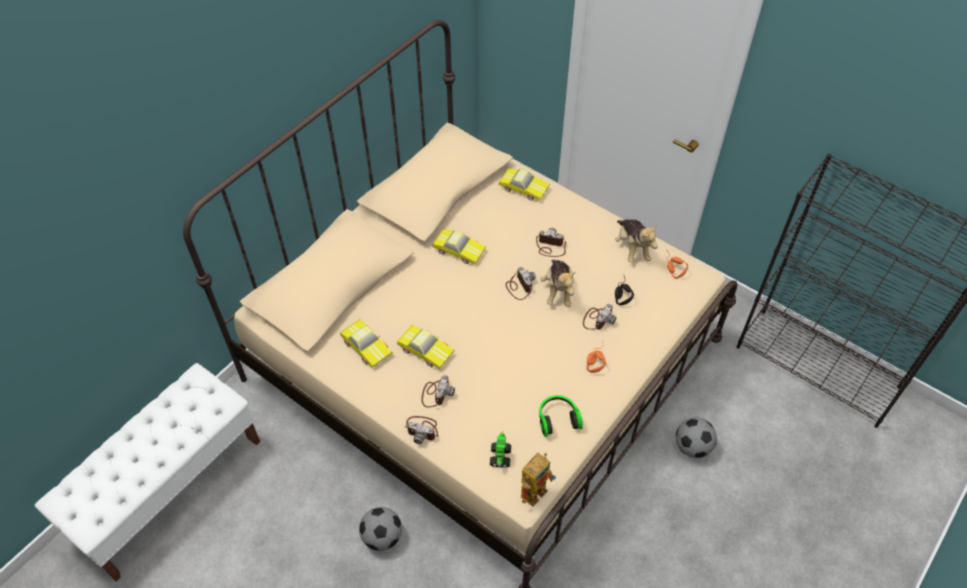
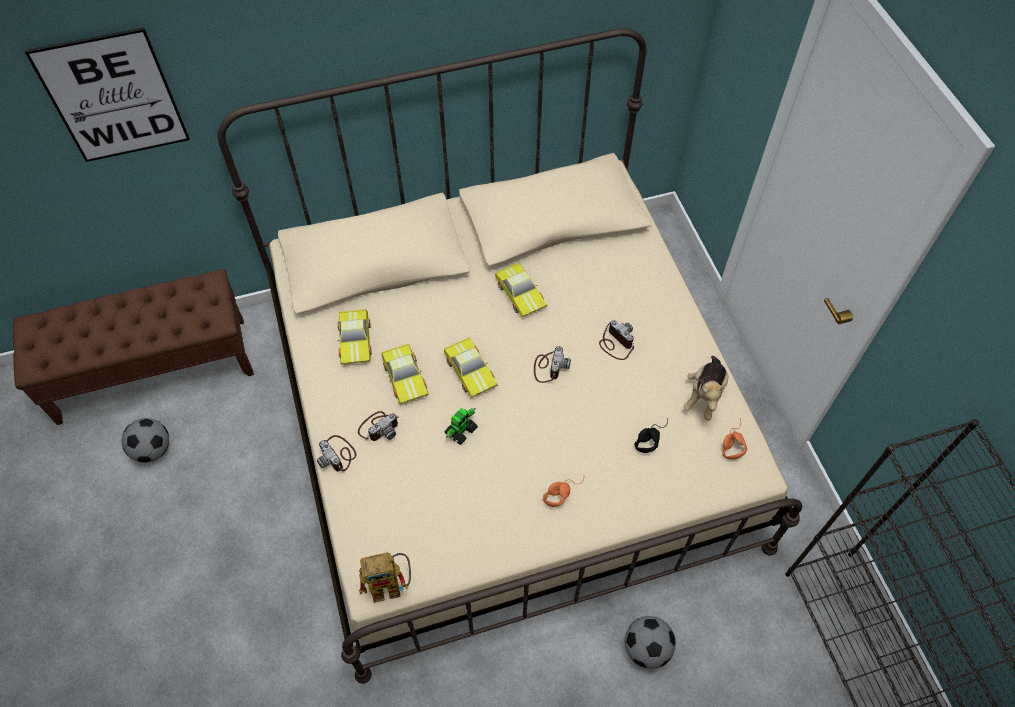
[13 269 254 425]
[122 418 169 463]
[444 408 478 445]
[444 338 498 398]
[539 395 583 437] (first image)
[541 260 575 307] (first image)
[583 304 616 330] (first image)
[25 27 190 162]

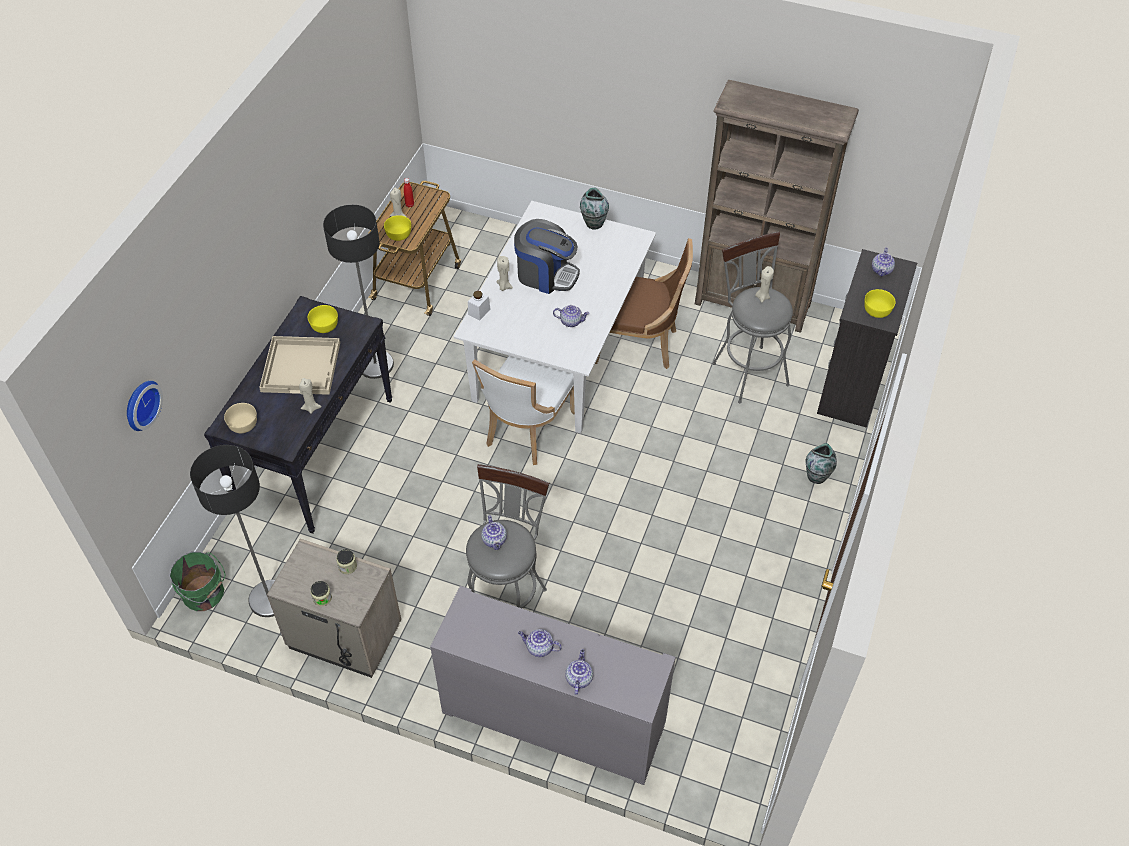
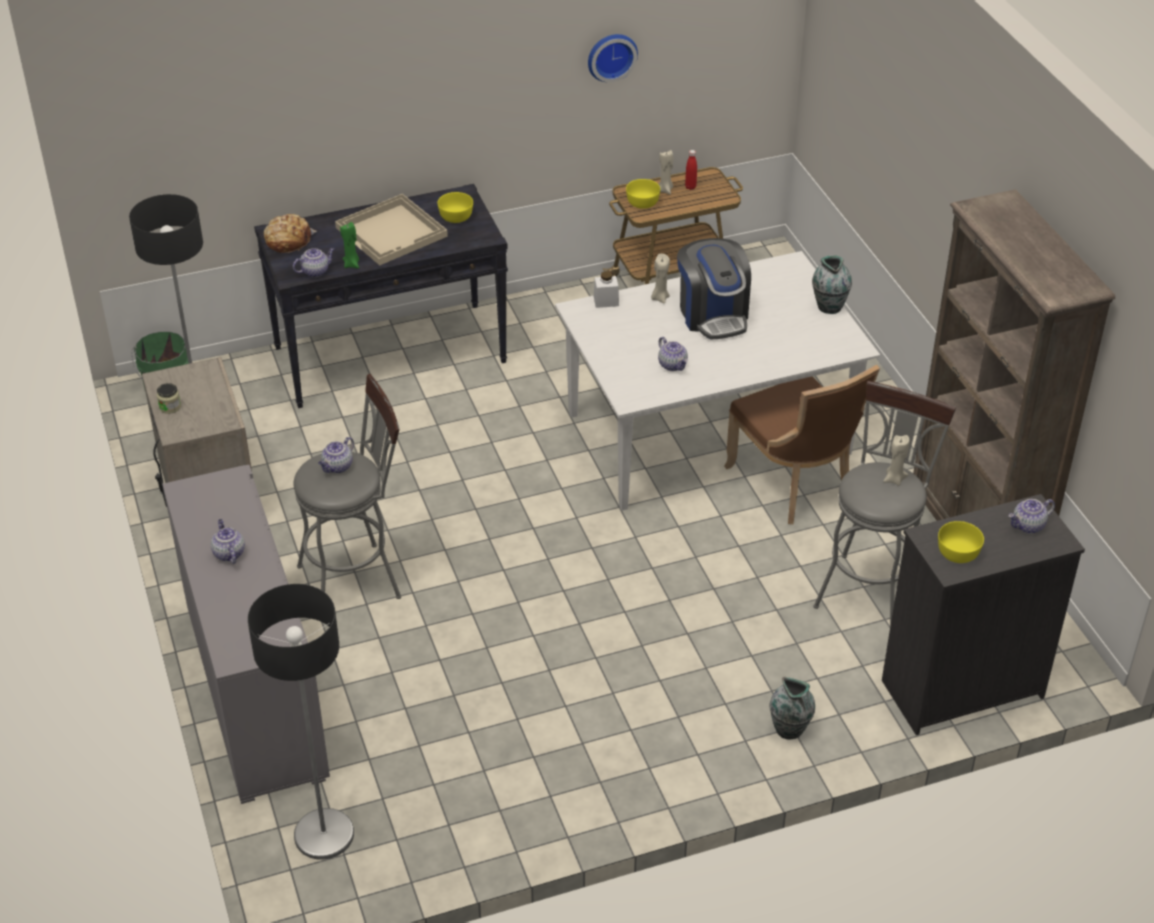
[588 34 638 82]
[264 214 317 253]
[340 222 359 269]
[248 584 354 860]
[336 549 357 574] (first image)
[472 356 575 465] (first image)
[293 248 335 277]

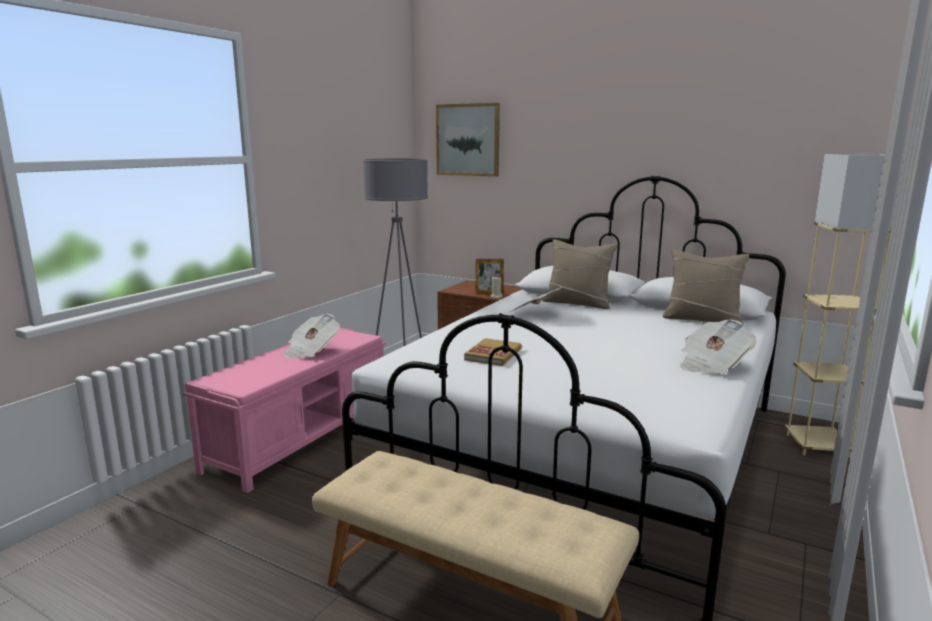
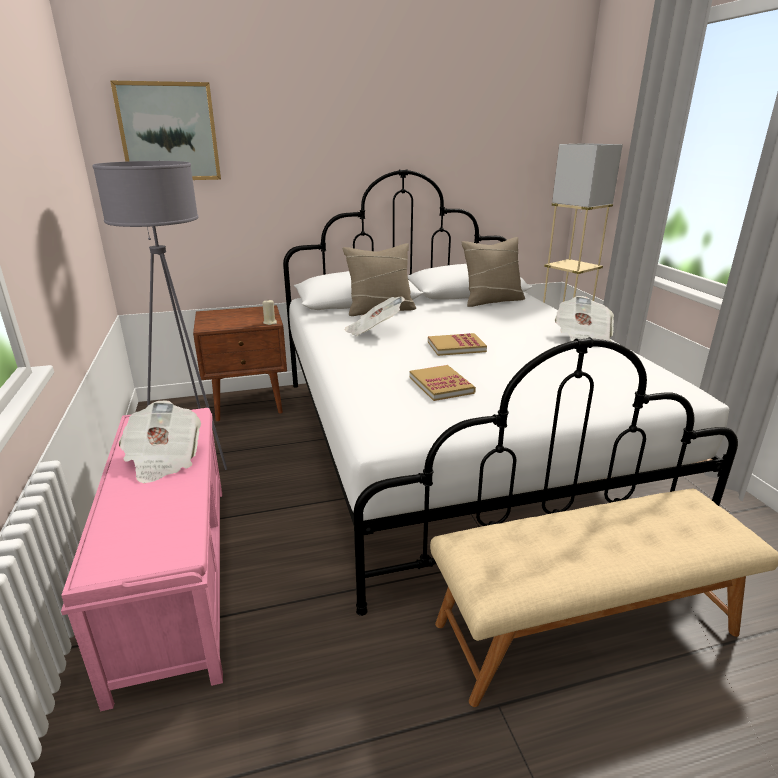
[476 259 504 294] (first image)
[428 333 487 356]

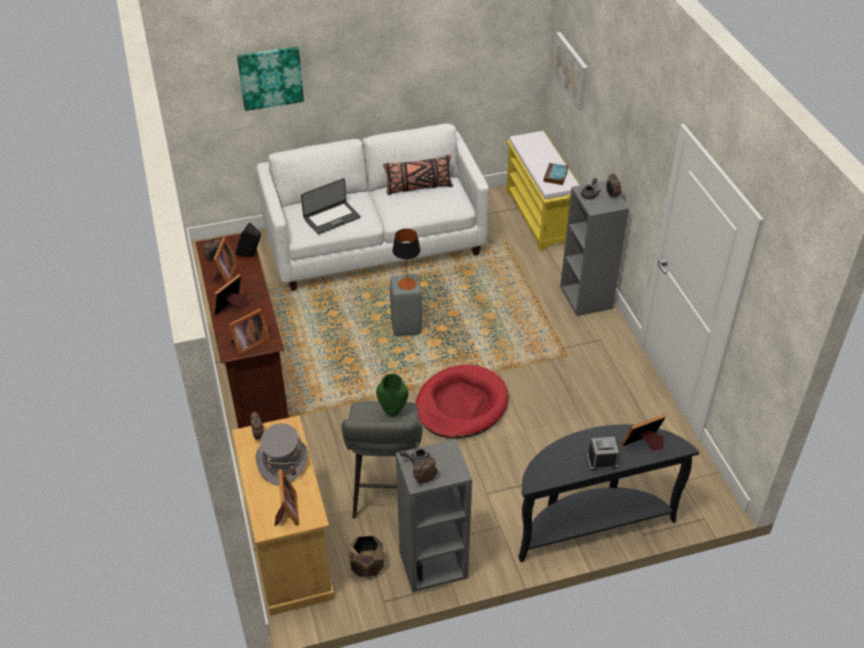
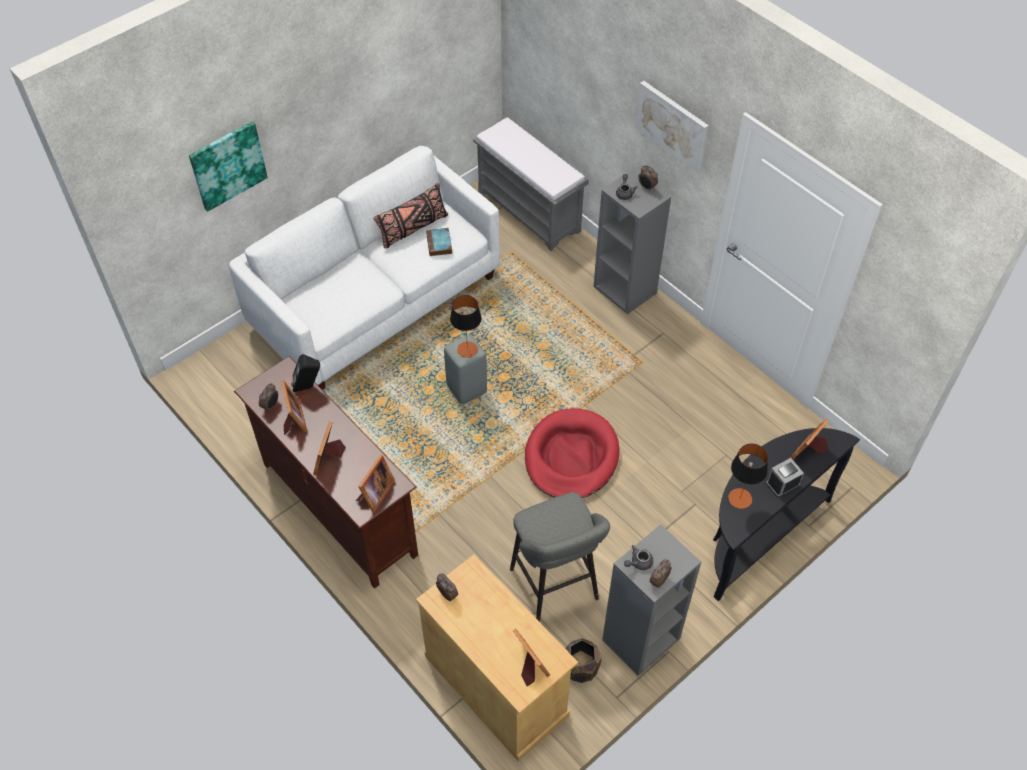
[256 423 308 486] (first image)
[301 178 361 235] (first image)
[376 374 408 417] (first image)
[473 117 589 251]
[426 228 452 256]
[635 81 709 172]
[728 444 768 509]

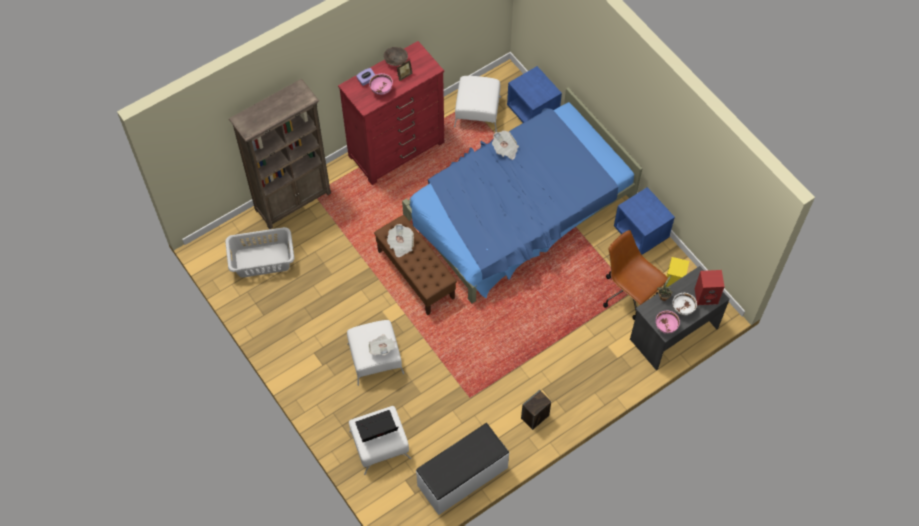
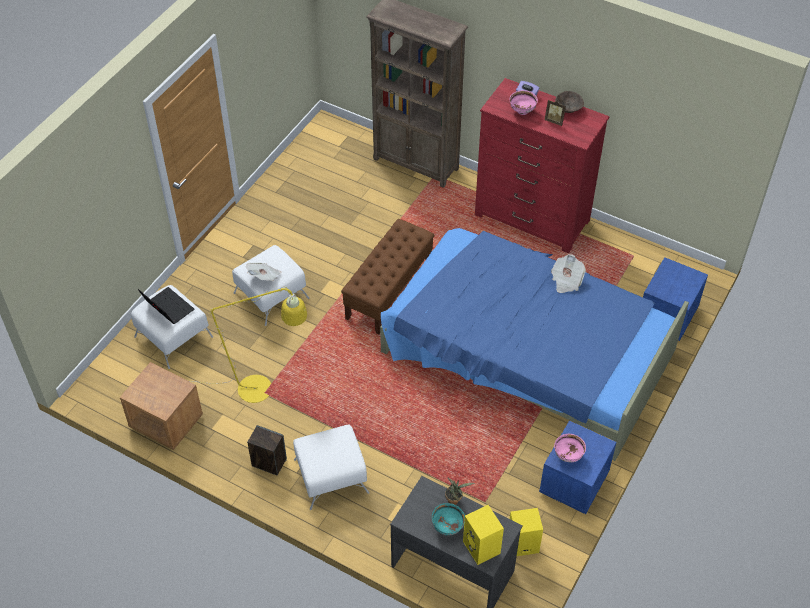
[225 227 294 278] (first image)
[387 224 414 258] (first image)
[120 362 203 450]
[293 425 370 510]
[603 230 668 320] (first image)
[554 434 586 462]
[432 503 465 535]
[463 505 504 565]
[190 286 307 403]

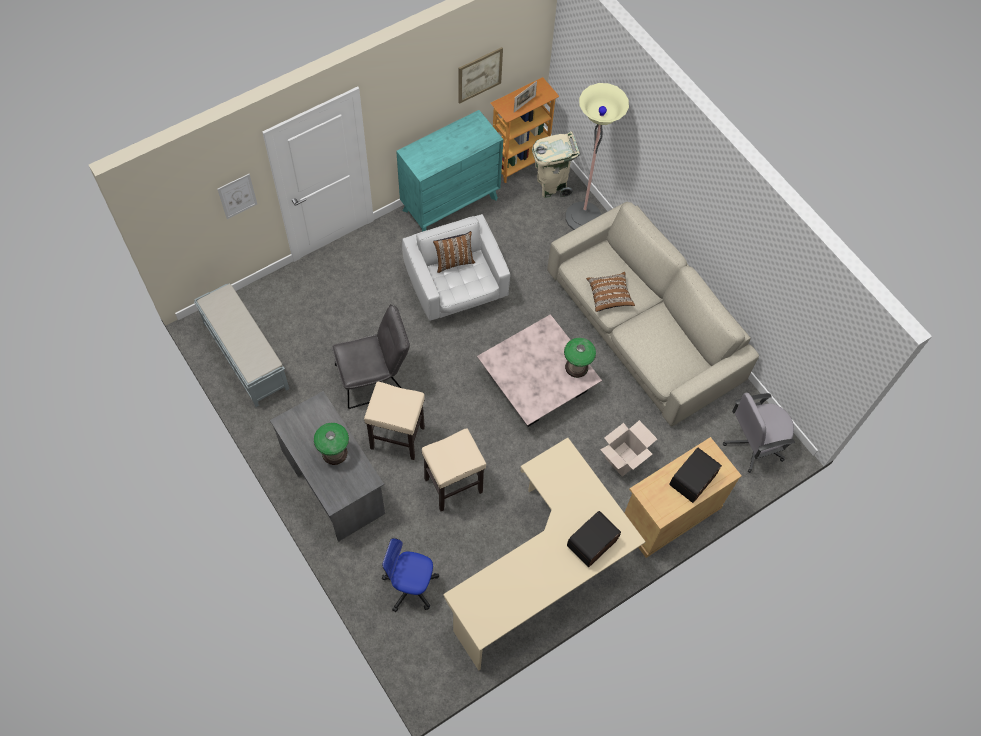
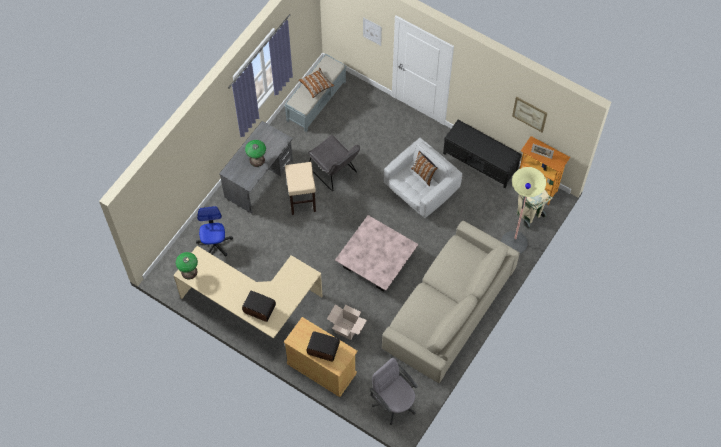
[443 120 522 188]
[422 428 486 511] (first image)
[176 252 198 279]
[299 68 335 98]

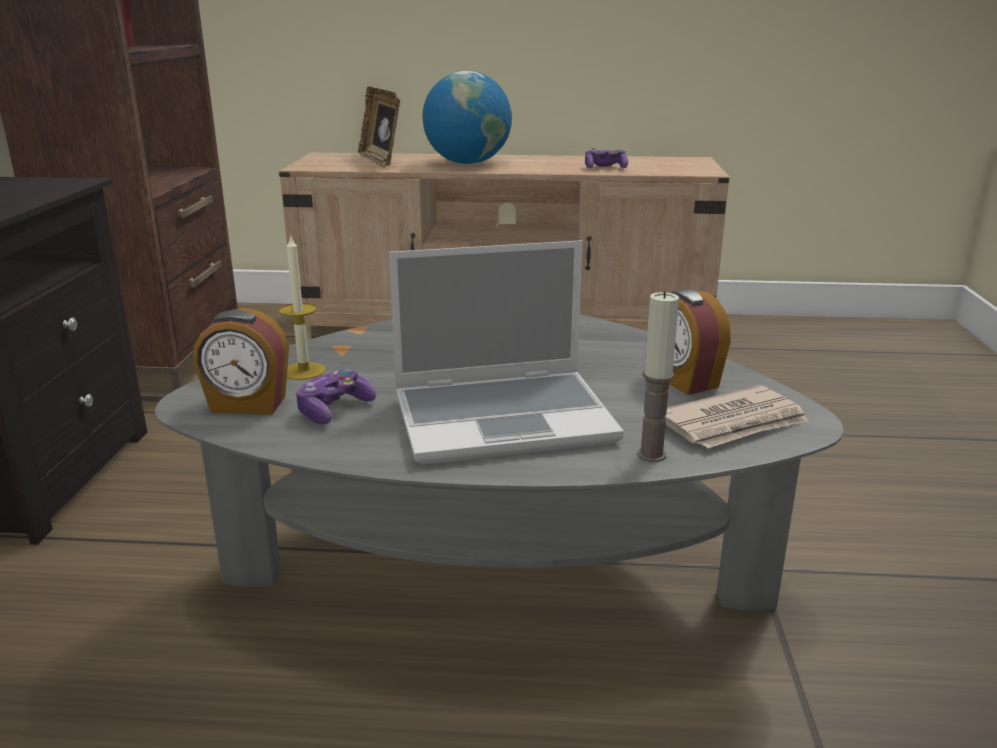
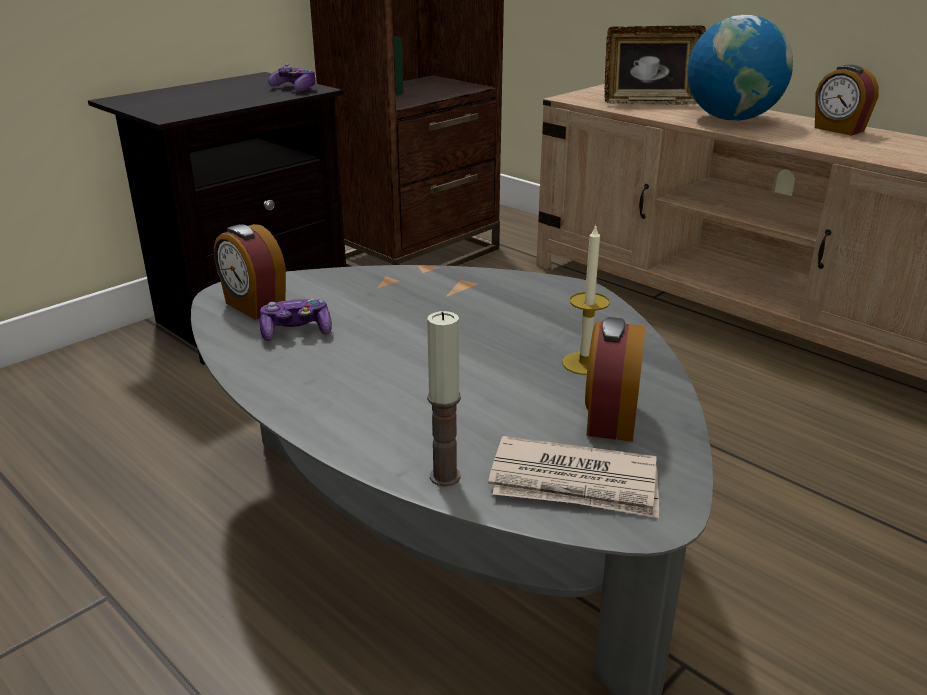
[562 224 610 375]
[604 25 706 105]
[389 240 624 464] (first image)
[268 64 316 91]
[815 65 879 136]

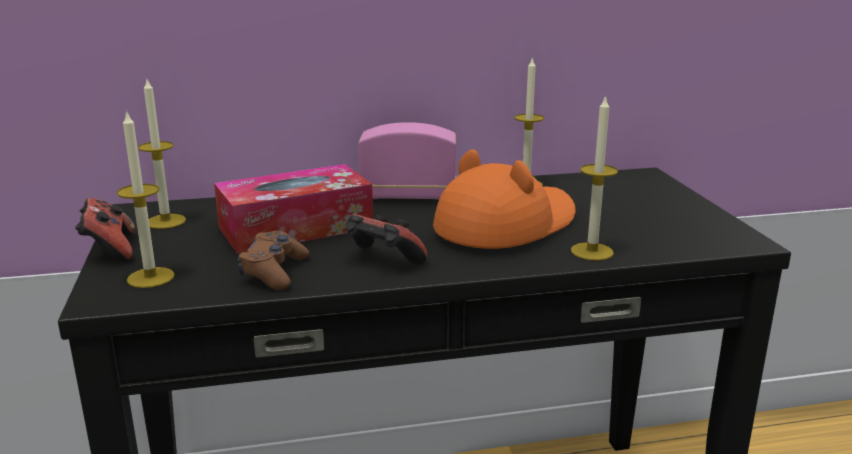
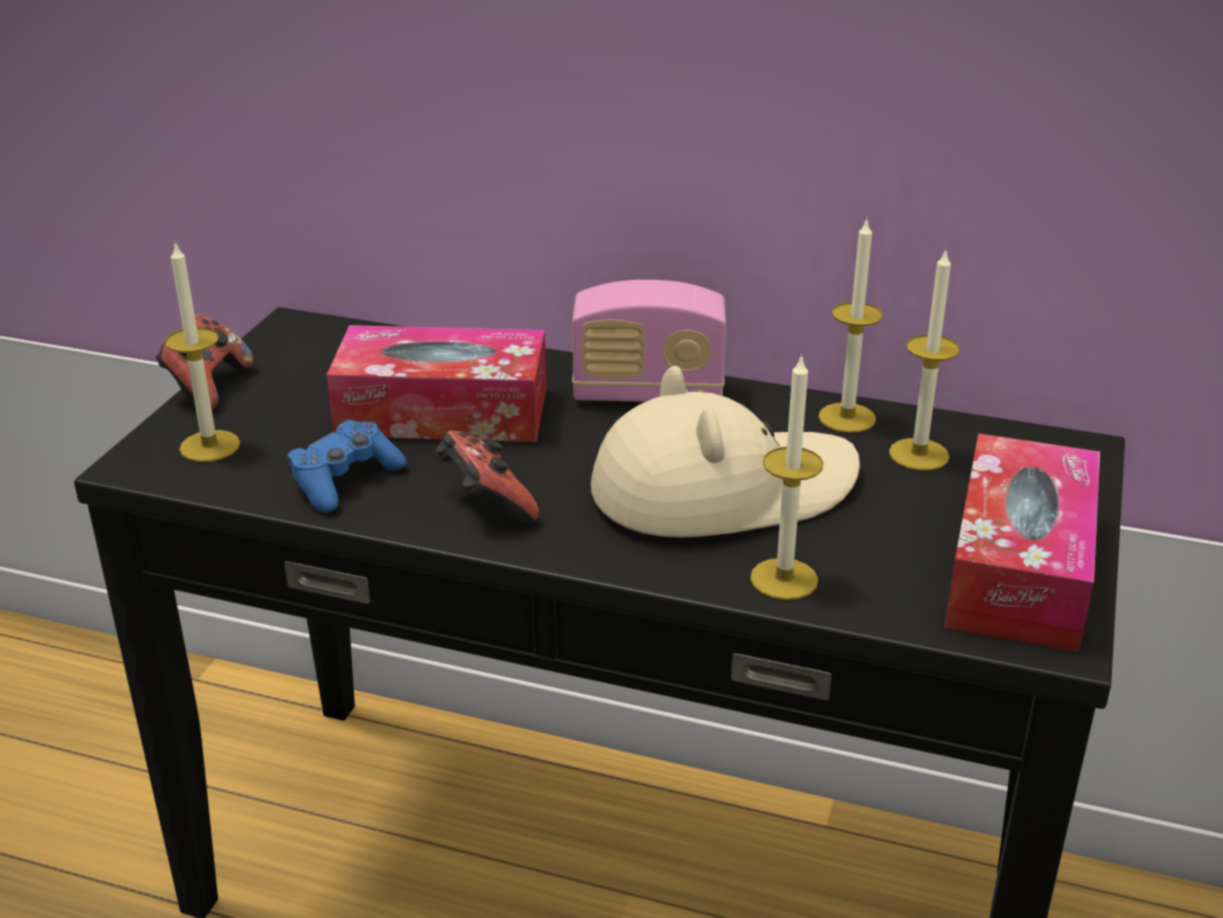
[889 249 960 470]
[287 420 407 513]
[572 280 726 402]
[591 366 860 538]
[945 433 1100 652]

